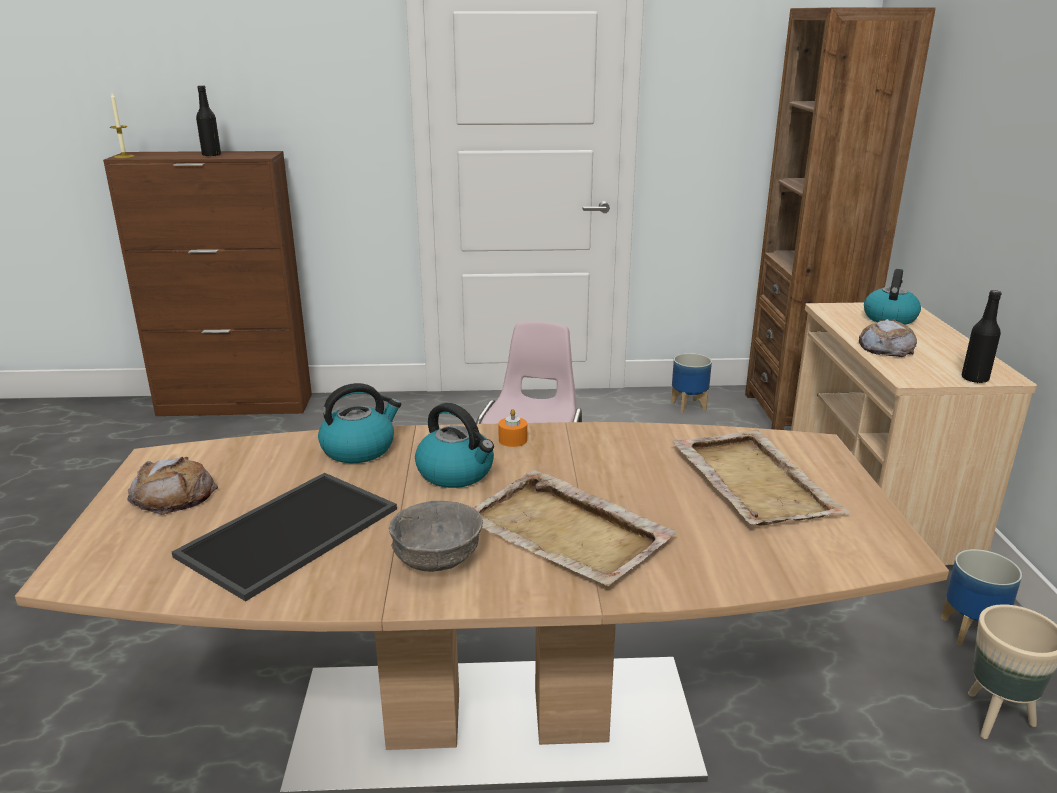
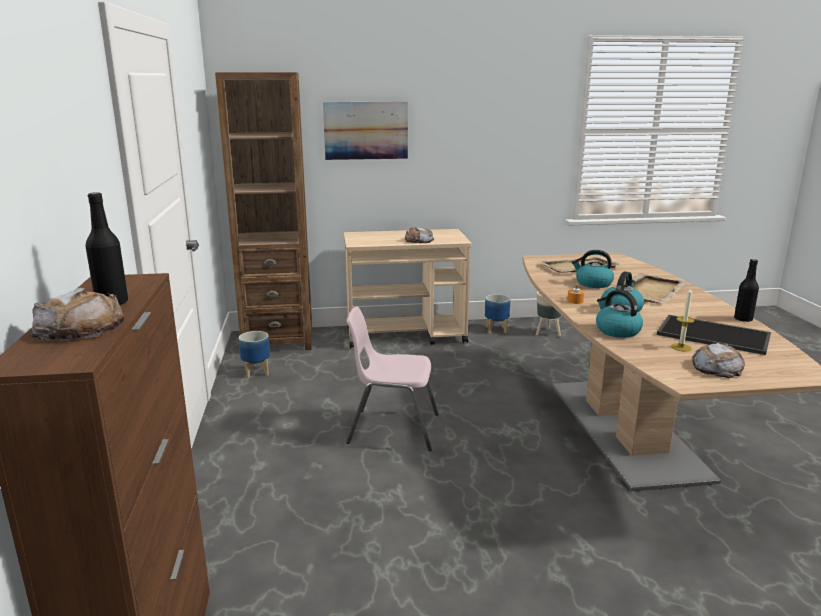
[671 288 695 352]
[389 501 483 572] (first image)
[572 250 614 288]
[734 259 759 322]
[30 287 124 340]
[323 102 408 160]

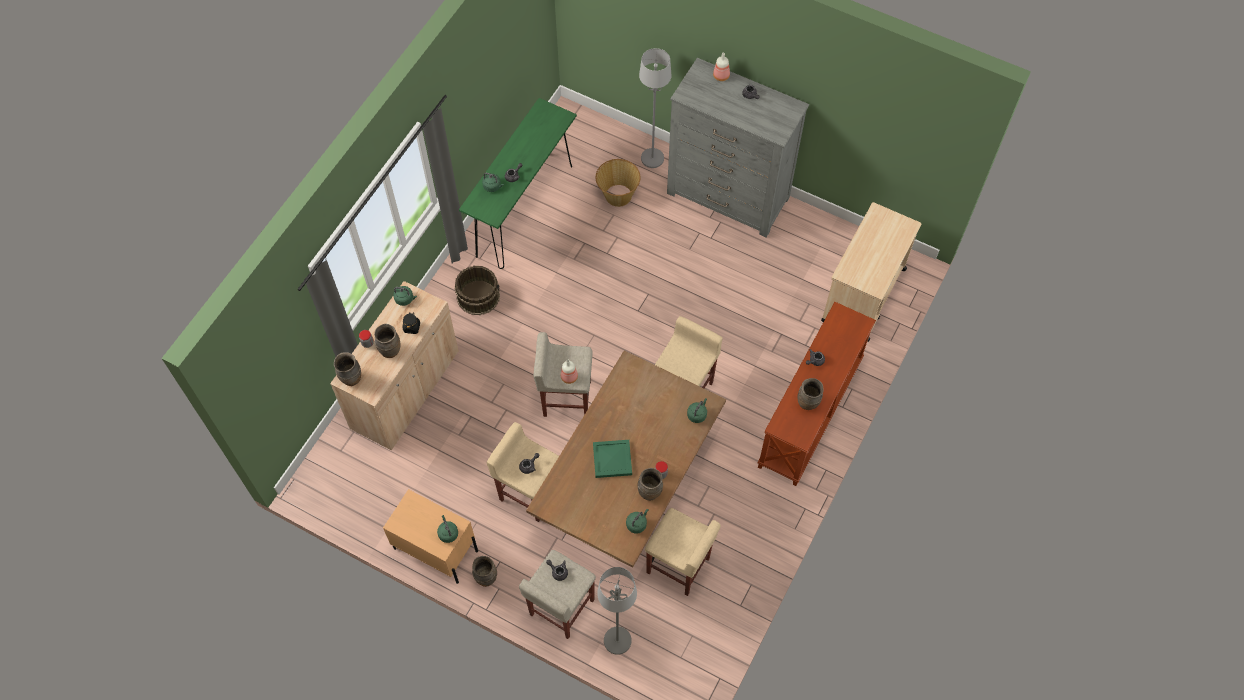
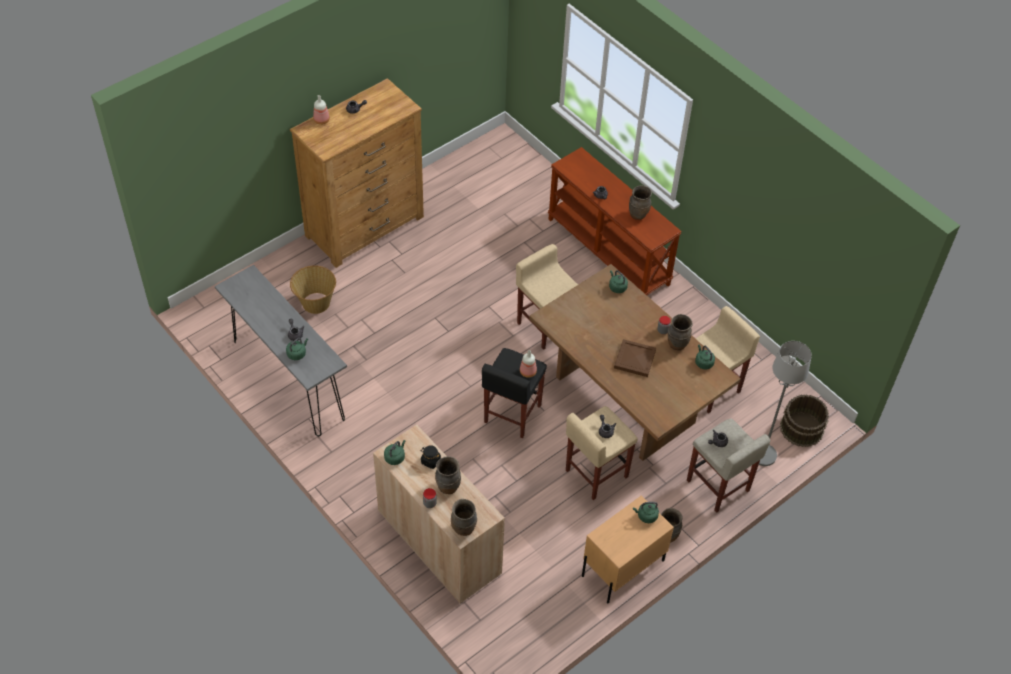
[780 394 829 447]
[215 265 347 436]
[482 348 547 438]
[614 339 656 377]
[639 48 671 168] (first image)
[290 78 424 268]
[821 202 922 342] (first image)

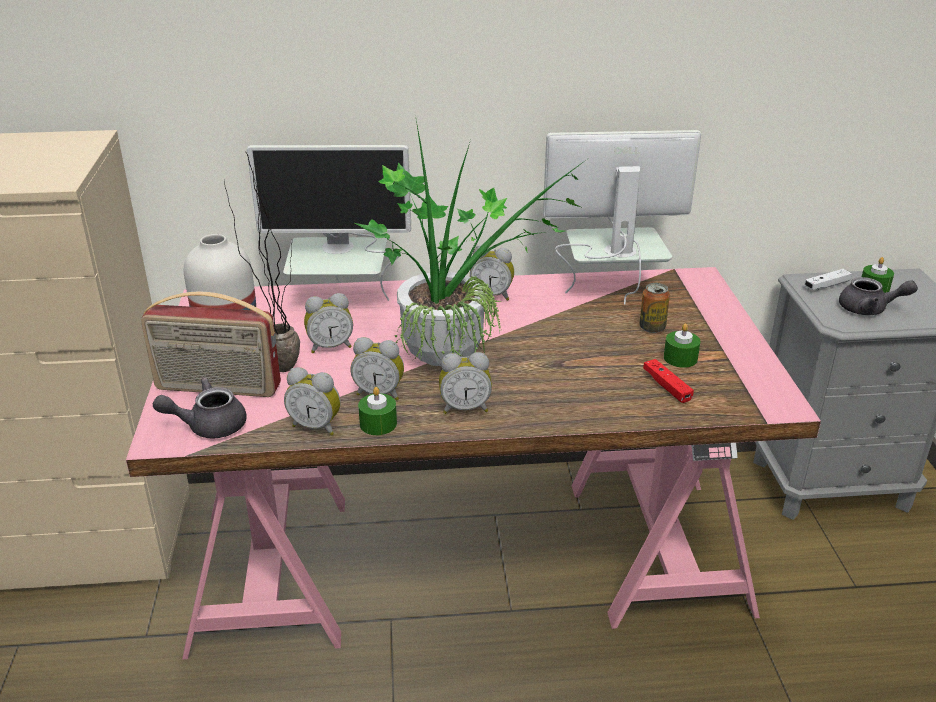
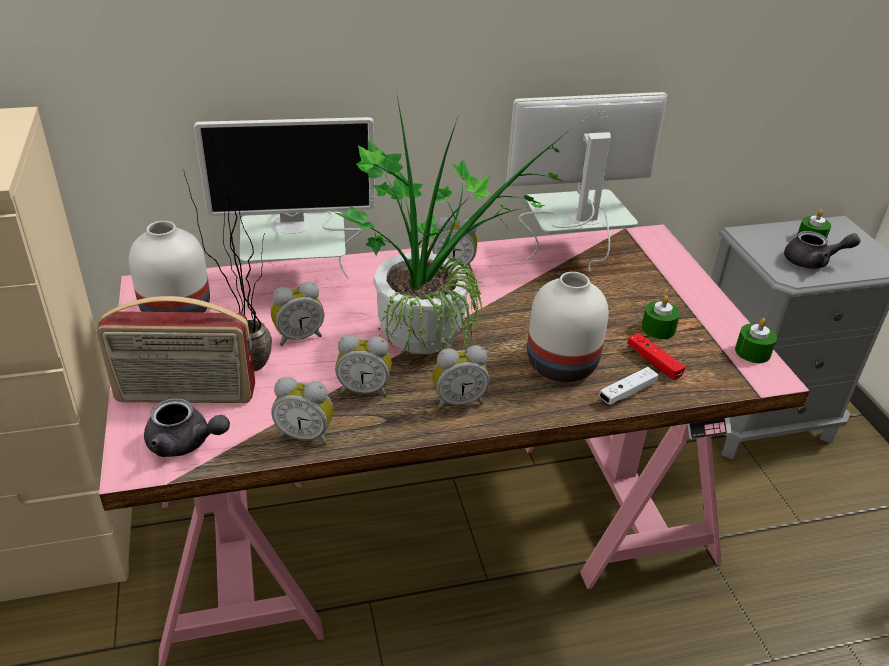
[144 398 230 457]
[735 318 777 363]
[639 283 670 333] (first image)
[599 367 659 405]
[527 272 609 382]

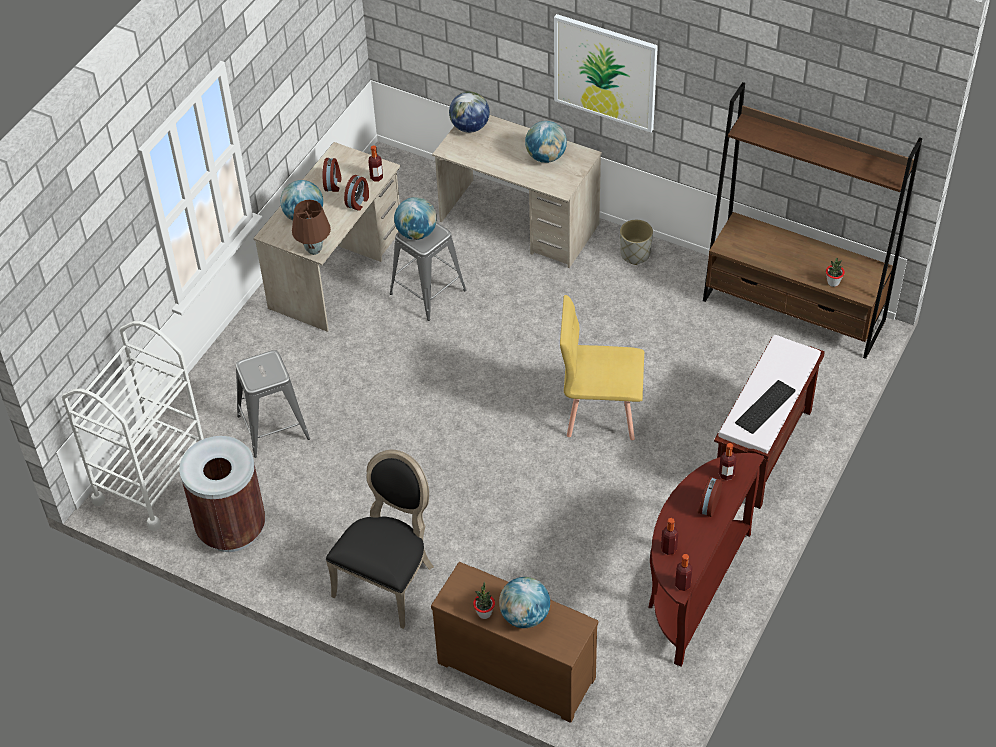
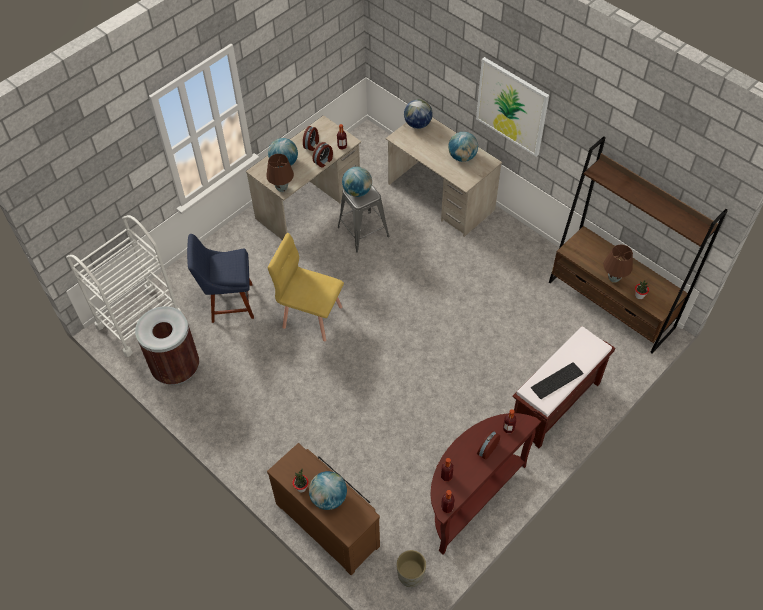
[187 234 254 323]
[326 450 434 629] (first image)
[268 233 344 342]
[396 550 426 587]
[603 245 633 283]

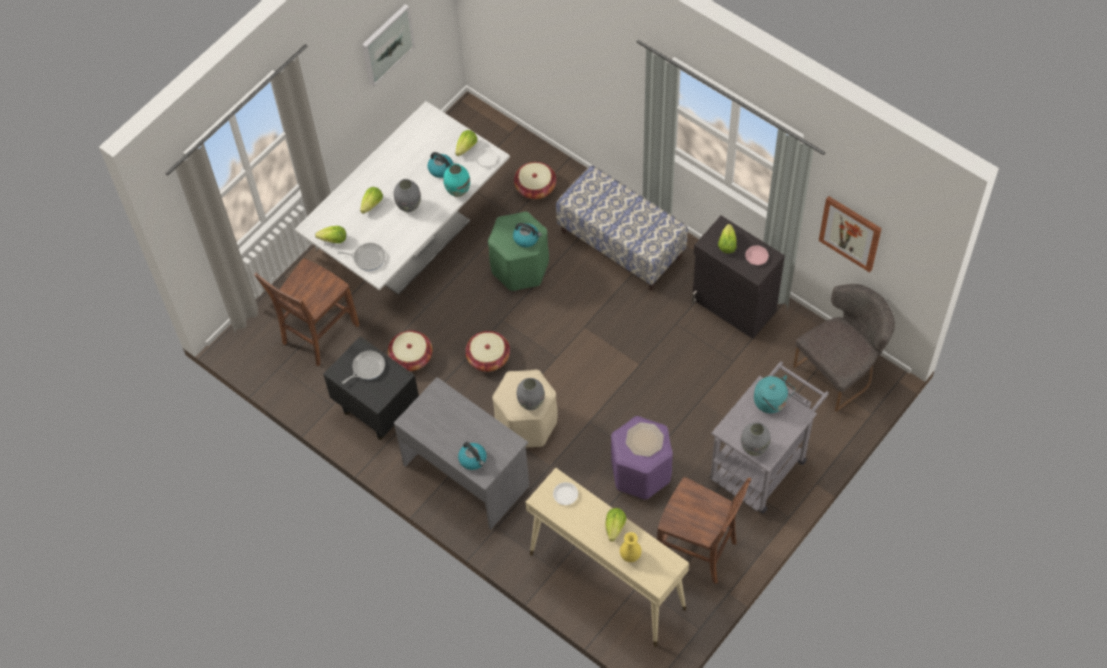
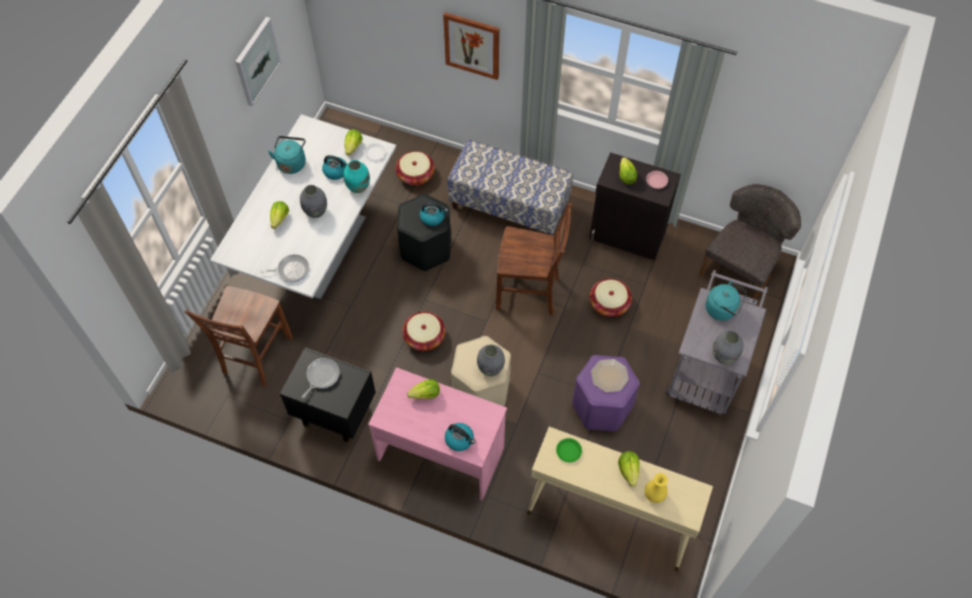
[407 379 440 399]
[590 279 632 317]
[368 367 507 500]
[397 194 451 271]
[556 438 582 462]
[496 204 572 316]
[443 12 500 80]
[268 136 306 174]

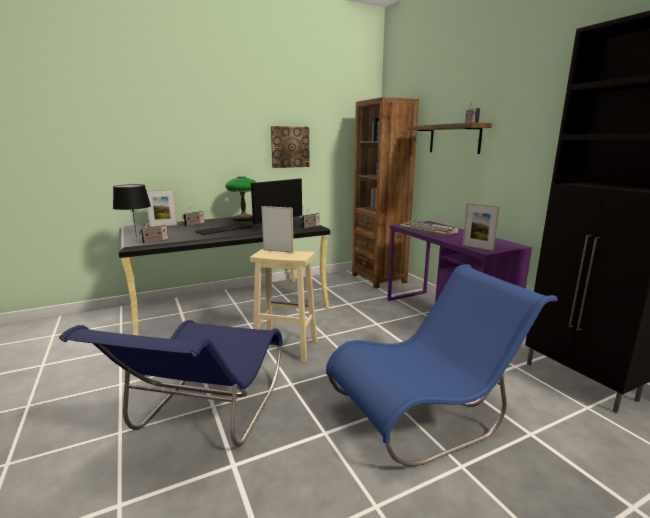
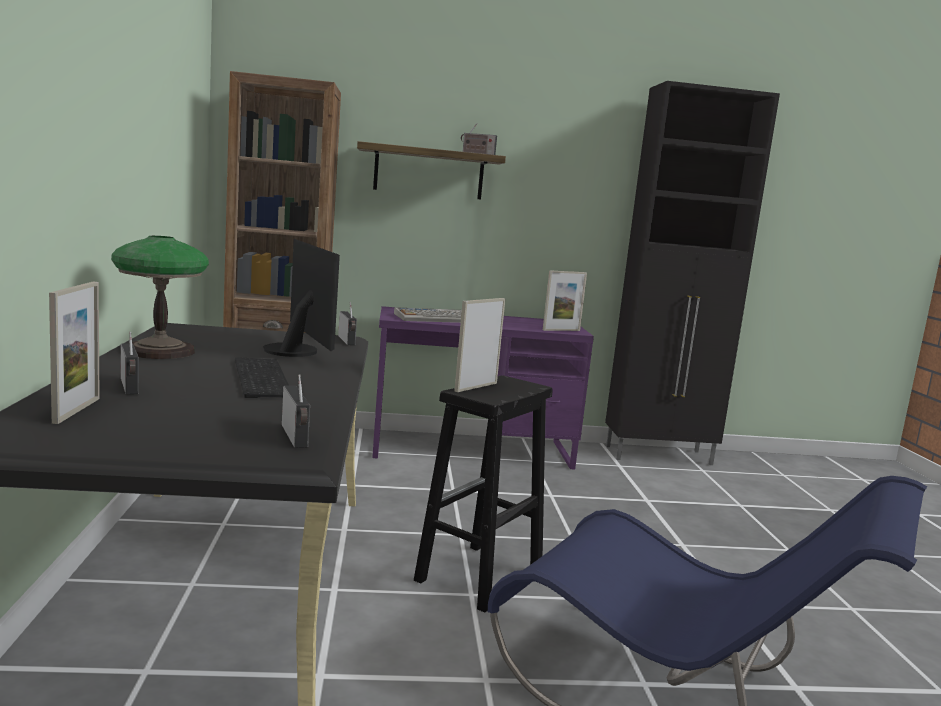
[113 184 151 238] (first image)
[414 375 553 613]
[271 126 310 168] (first image)
[326 264 558 466] (first image)

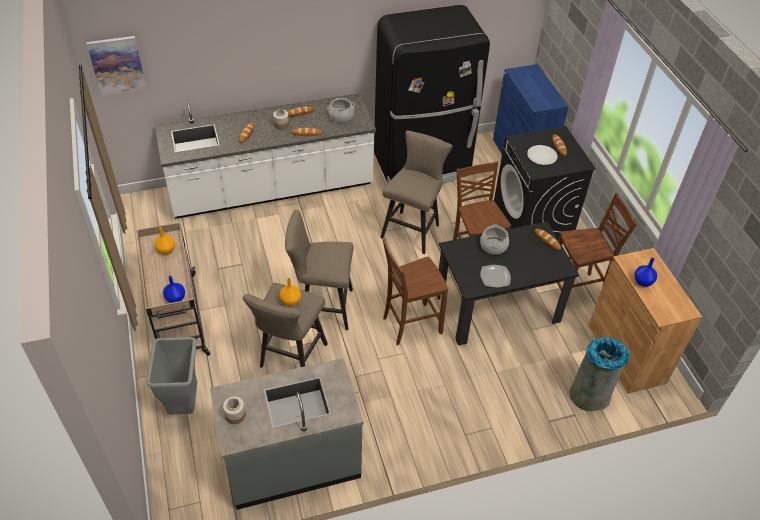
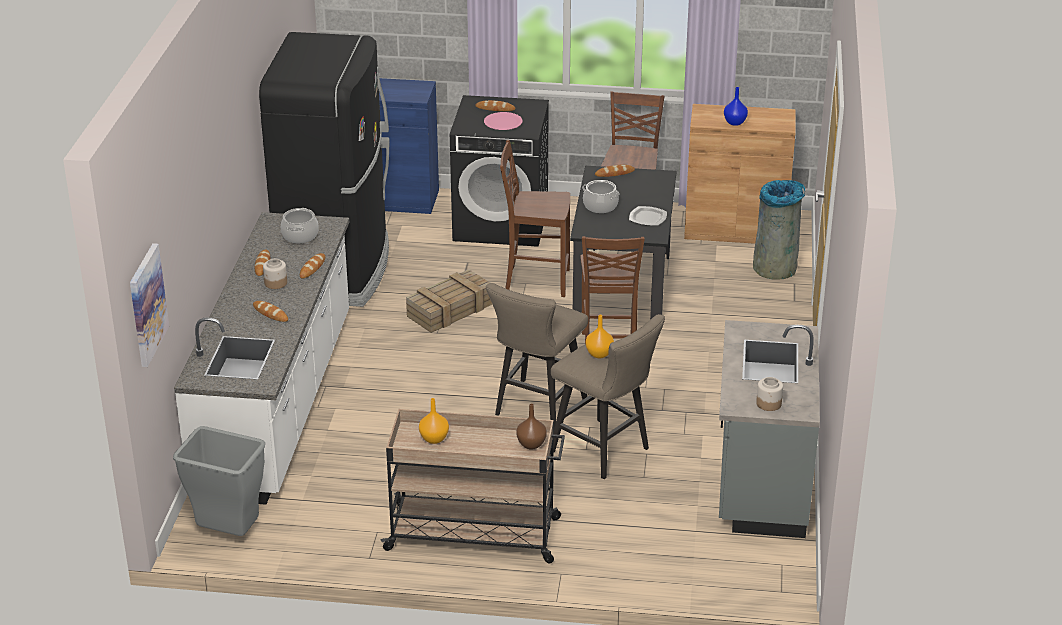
[173 426 265 536]
[516 404 547 449]
[406 269 493 333]
[484 112 522 130]

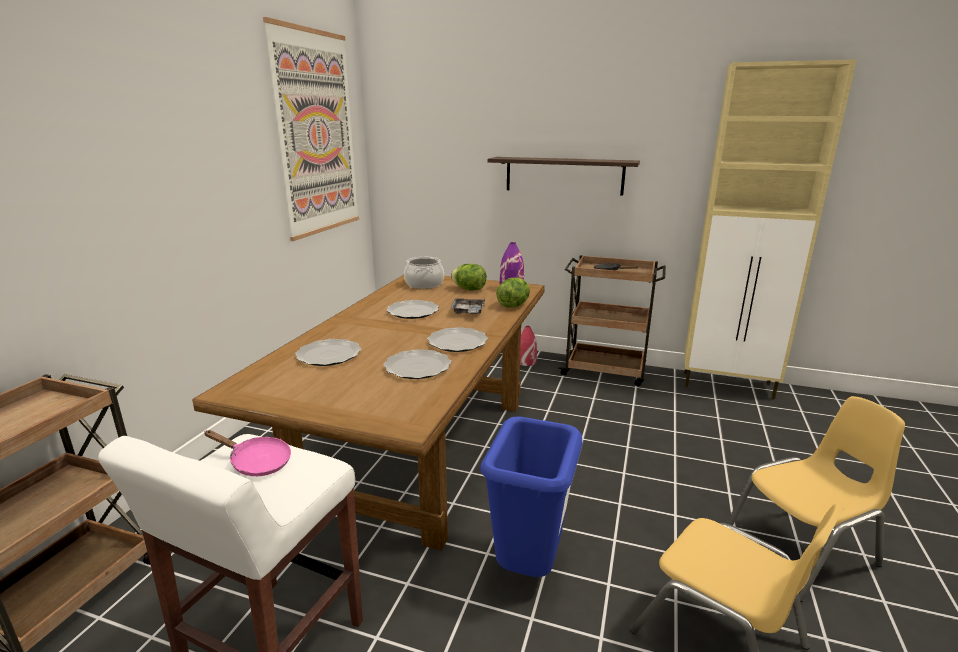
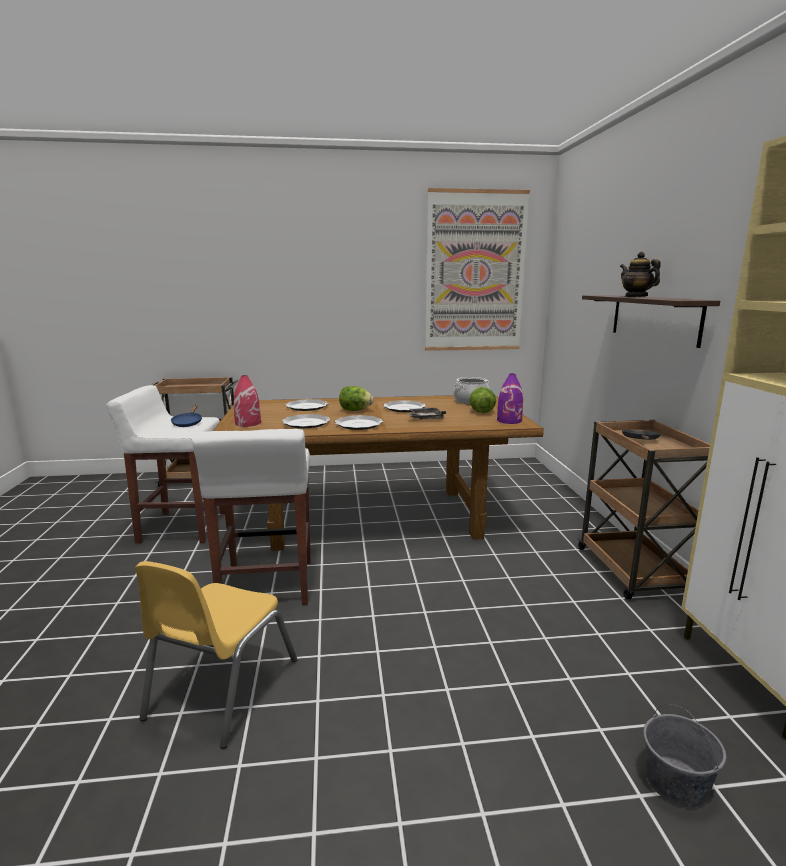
[171 405 202 427]
[192 429 311 605]
[339 386 373 411]
[234 375 261 427]
[727 396 905 602] (first image)
[620 252 661 297]
[643 704 726 808]

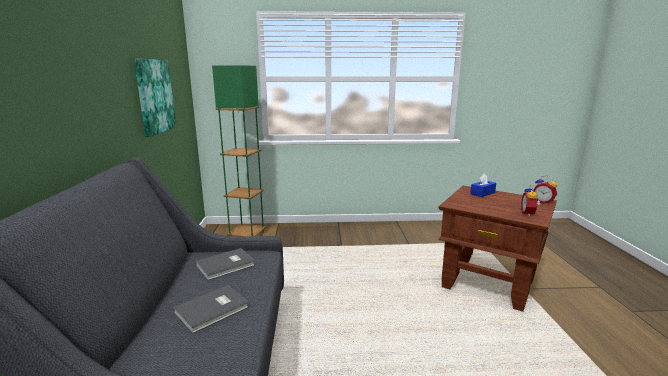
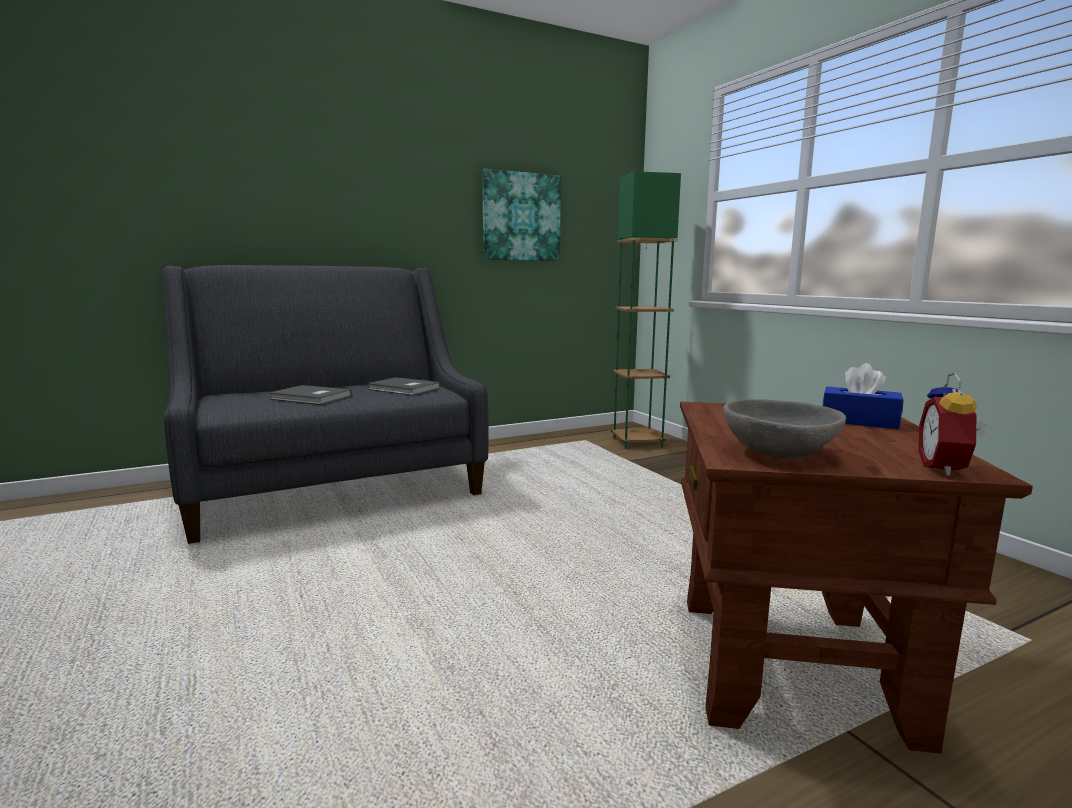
[723 399 846 459]

